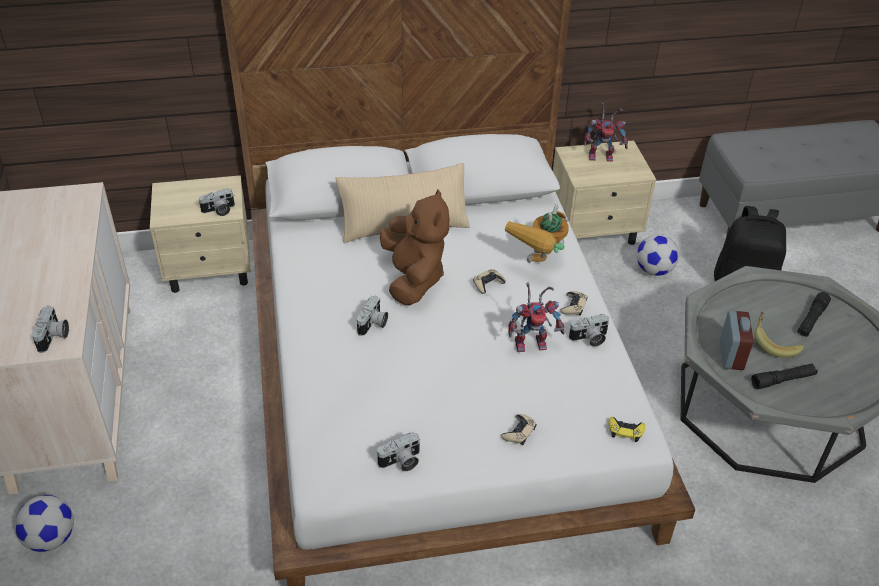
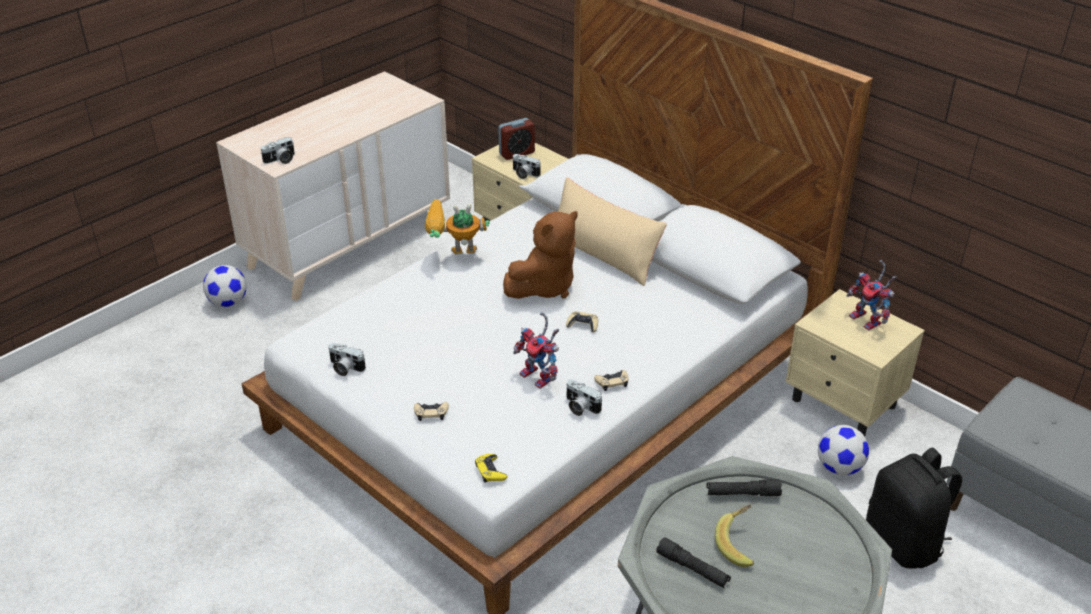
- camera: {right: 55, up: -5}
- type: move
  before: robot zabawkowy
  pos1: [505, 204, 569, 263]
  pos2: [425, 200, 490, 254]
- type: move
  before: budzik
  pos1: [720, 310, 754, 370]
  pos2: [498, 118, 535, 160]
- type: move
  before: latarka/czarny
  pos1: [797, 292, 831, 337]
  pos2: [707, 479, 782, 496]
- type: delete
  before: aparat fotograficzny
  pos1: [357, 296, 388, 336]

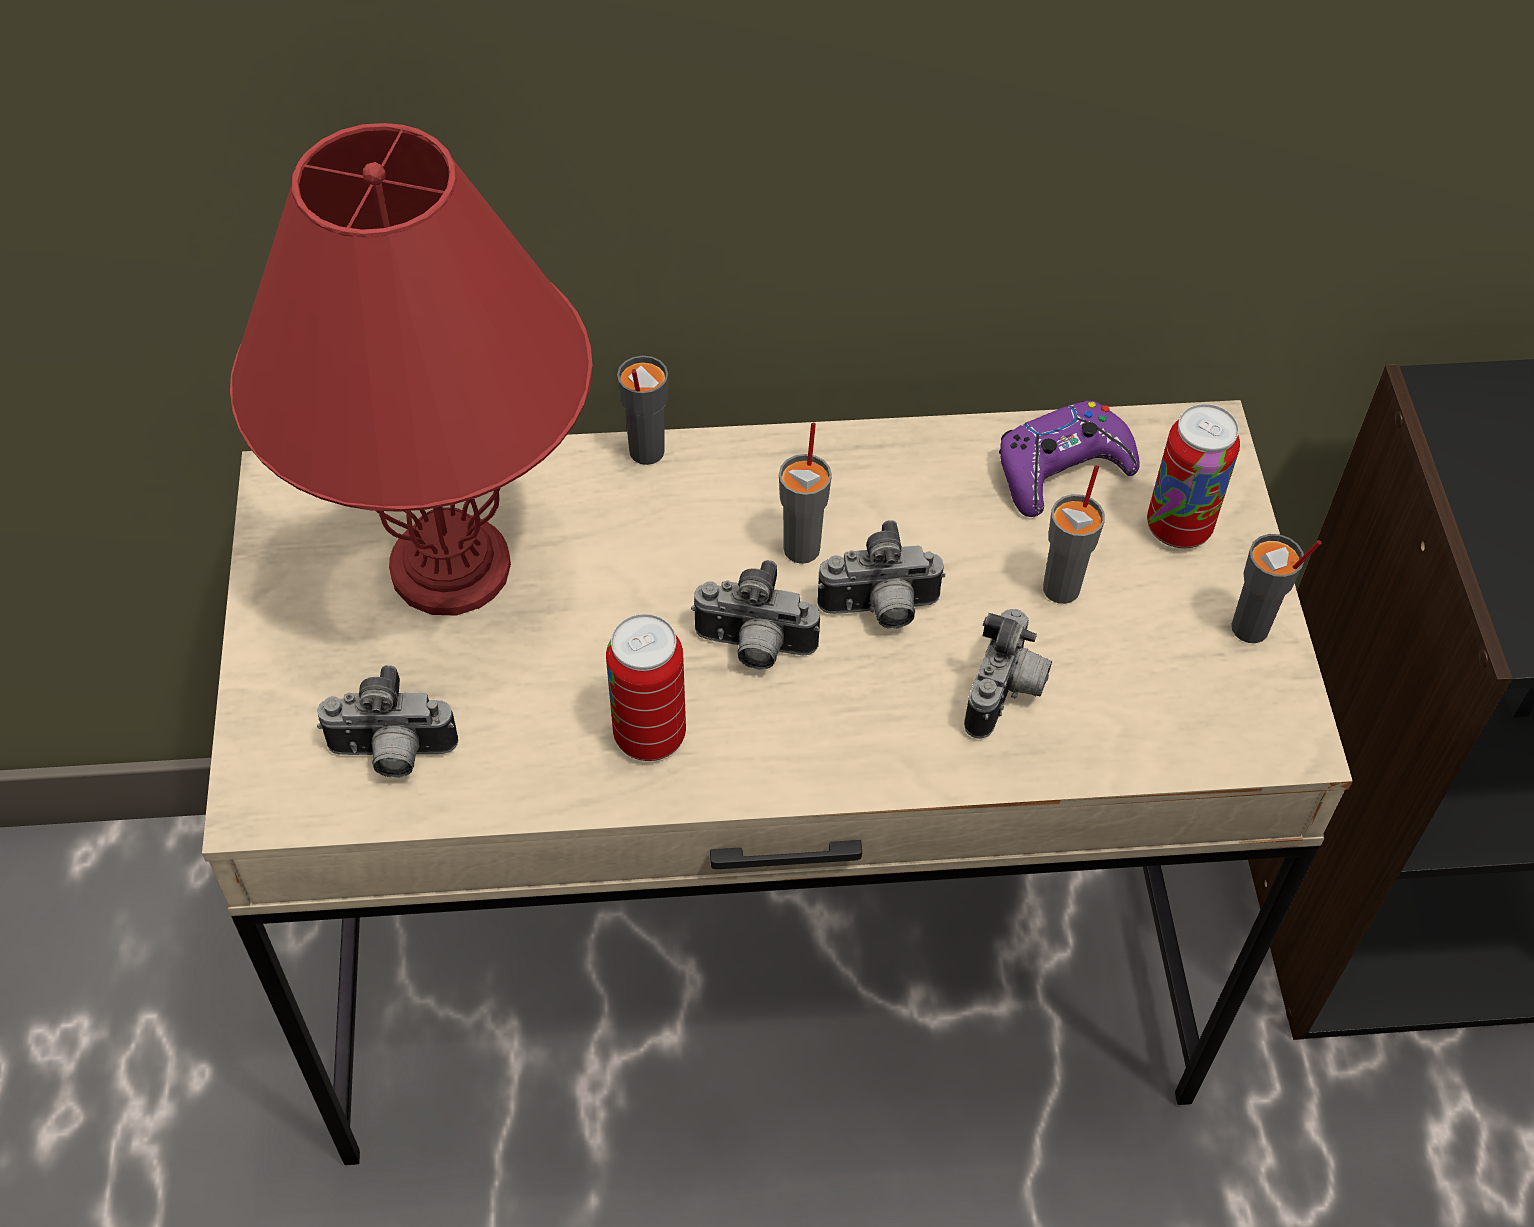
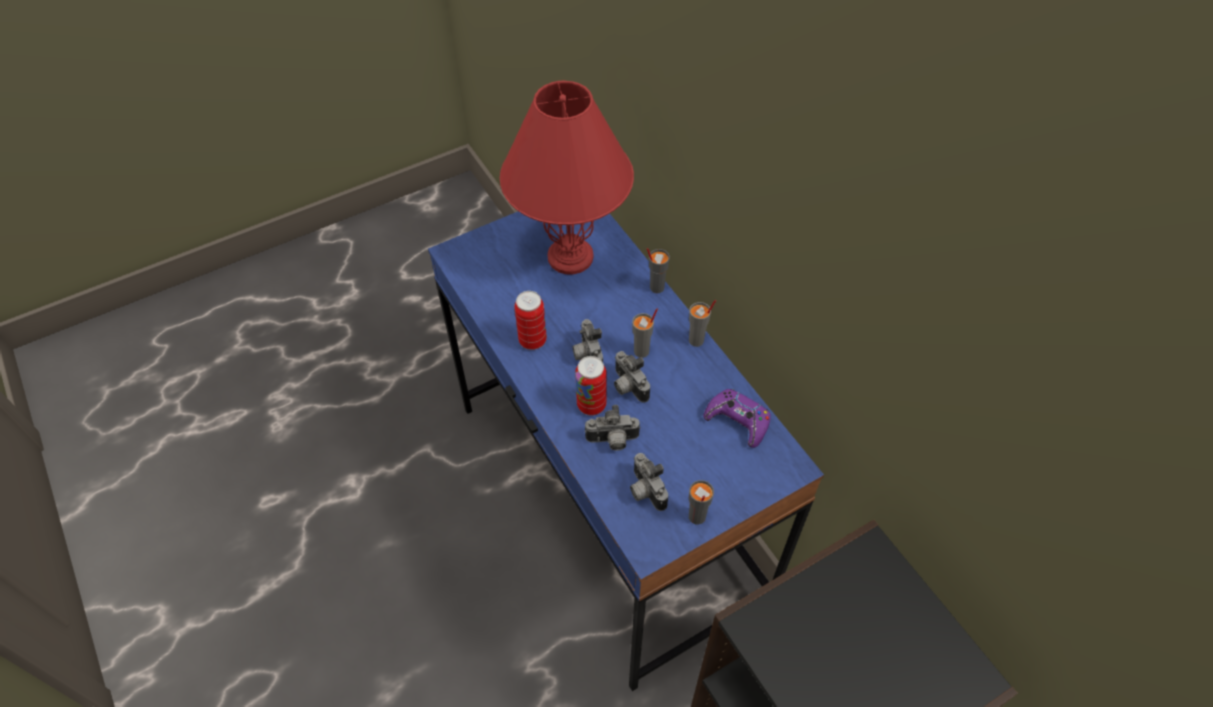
- camera: {right: 65, up: 0}
- type: recolor
  before: biurko/beżowy
  after: biurko/niebieski
  pos1: [202, 400, 1353, 1165]
  pos2: [428, 211, 824, 691]
- type: move
  before: puszka
  pos1: [1147, 404, 1240, 548]
  pos2: [575, 356, 606, 415]
- type: move
  before: aparat fotograficzny
  pos1: [317, 665, 458, 778]
  pos2: [630, 453, 668, 511]
- type: move
  before: filiżanka/szary
  pos1: [1043, 465, 1105, 604]
  pos2: [689, 300, 716, 347]

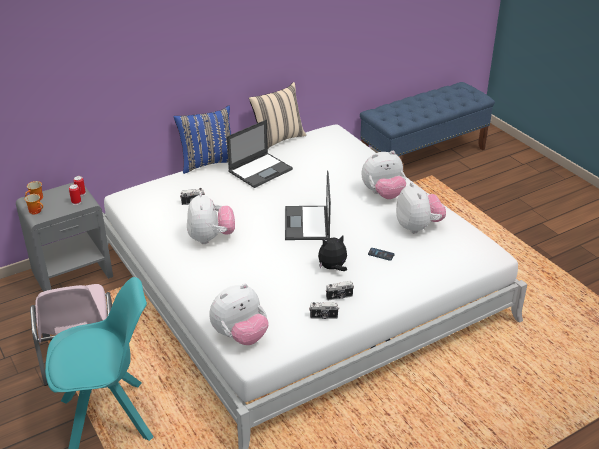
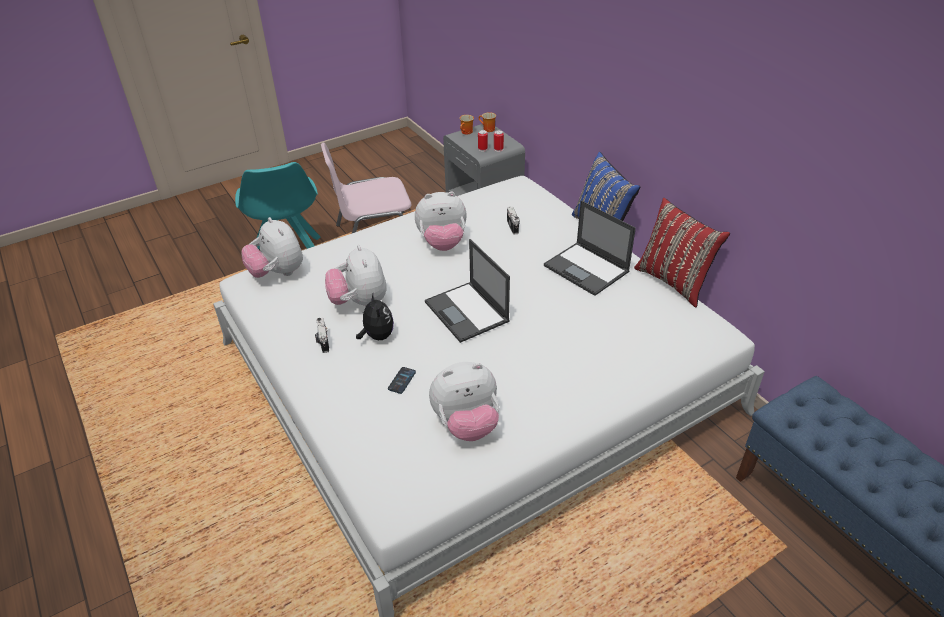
- camera: {right: 90, up: 5}
- type: move
  before: pluszak
  pos1: [362, 151, 406, 199]
  pos2: [325, 245, 387, 307]
- type: rotate
  before: laptop
  pos1: [285, 171, 331, 240]
  pos2: [425, 239, 510, 343]
  turn: -120
- type: recolor
  before: poduszka/beżowy
  after: poduszka/czerwony
  pos1: [249, 82, 306, 148]
  pos2: [634, 198, 730, 307]
- type: delete
  before: aparat fotograficzny
  pos1: [309, 302, 339, 319]

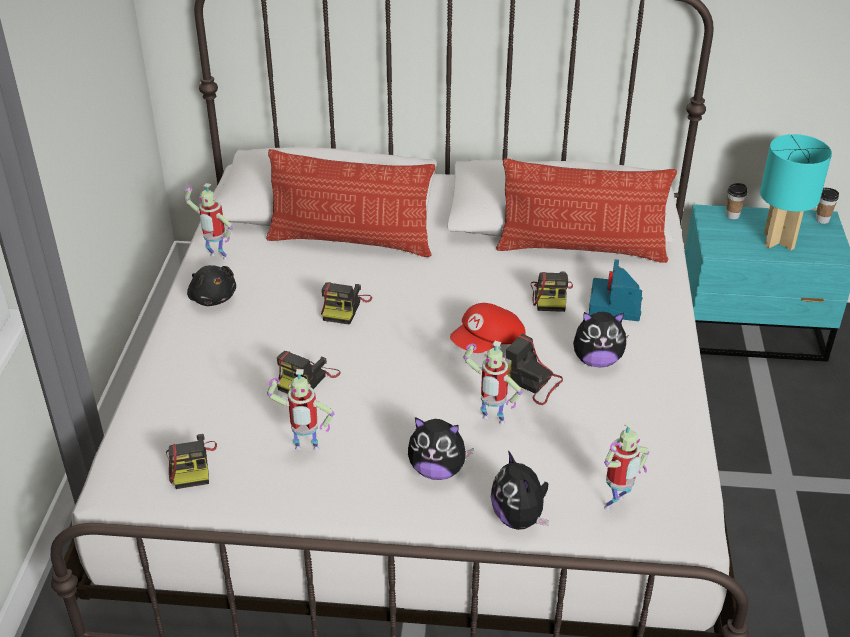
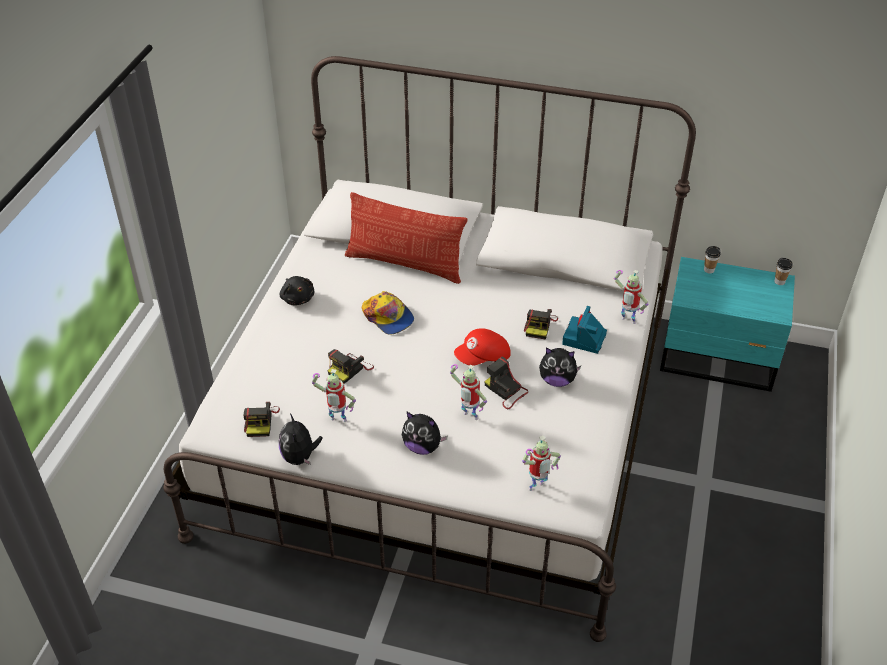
- camera: {right: 10, up: 5}
- type: move
  before: pluszak
  pos1: [491, 450, 549, 530]
  pos2: [279, 413, 323, 465]
- type: replace
  before: aparat fotograficzny
  after: czapka z daszkiem
  pos1: [321, 282, 372, 325]
  pos2: [362, 291, 414, 334]
- type: move
  before: robot zabawkowy
  pos1: [184, 183, 233, 260]
  pos2: [614, 270, 649, 324]
- type: delete
  before: poduszka
  pos1: [496, 158, 677, 263]
- type: delete
  before: lampa stołowa/turkusowy
  pos1: [760, 134, 832, 250]

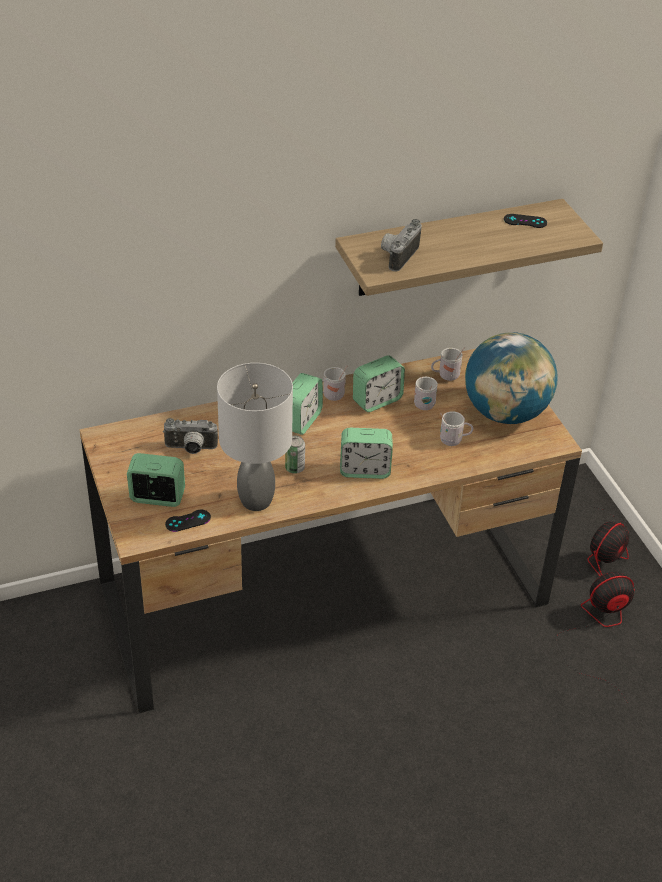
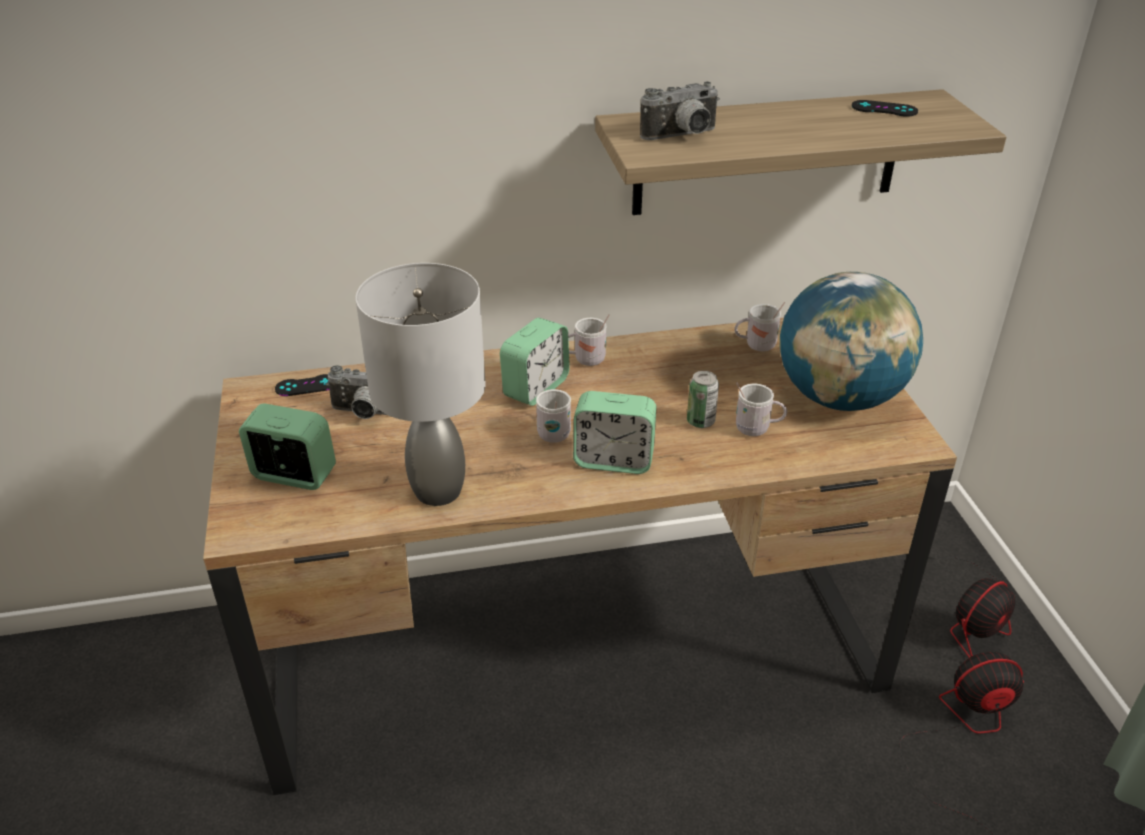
- camera: {right: 10, up: -5}
- type: move
  before: pad do gier/czarny
  pos1: [165, 509, 211, 532]
  pos2: [275, 374, 329, 396]
- type: move
  before: kubek/biały
  pos1: [414, 377, 438, 410]
  pos2: [536, 389, 571, 443]
- type: rotate
  before: aparat fotograficzny
  pos1: [381, 219, 422, 271]
  pos2: [640, 81, 720, 140]
  turn: -150
- type: move
  before: puszka
  pos1: [285, 435, 305, 474]
  pos2: [687, 371, 719, 428]
- type: delete
  before: budzik
  pos1: [353, 355, 405, 412]

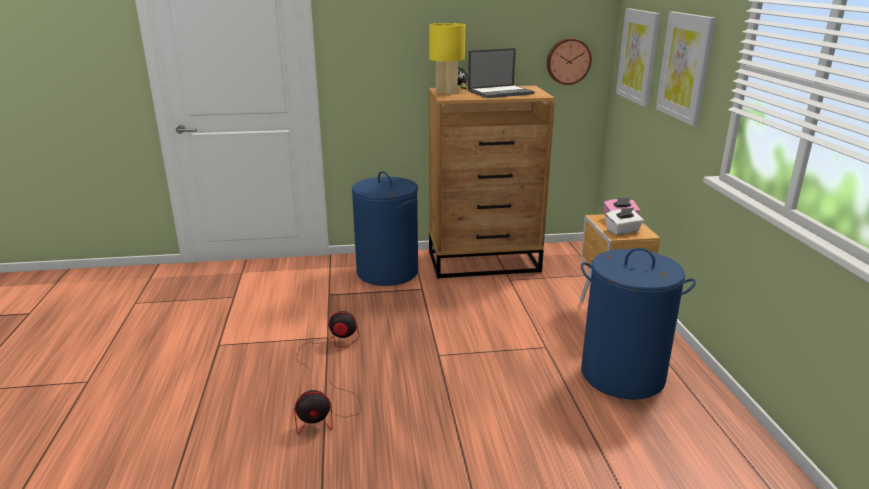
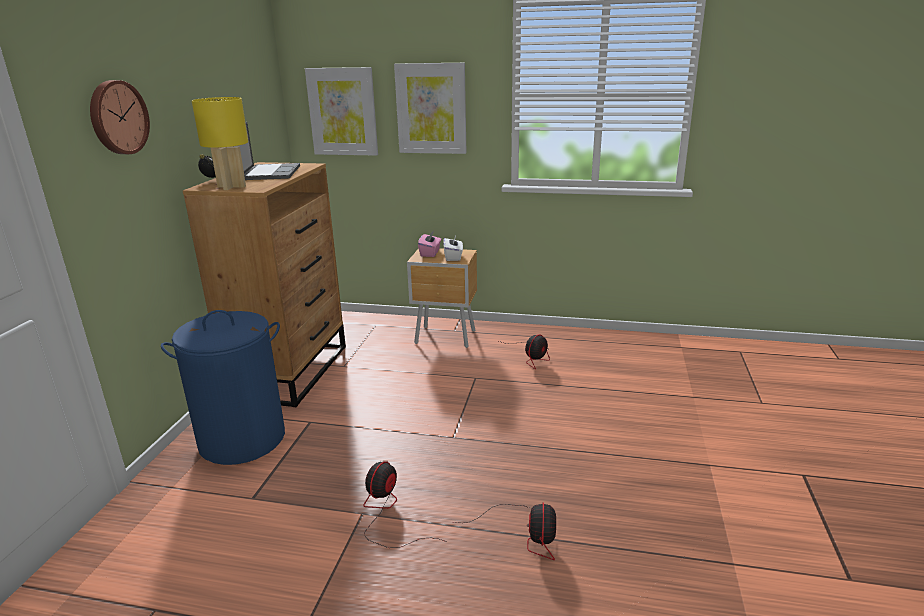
- camera: {right: -70, up: 0}
- type: move
  before: zegar ścienny
  pos1: [547, 38, 592, 85]
  pos2: [90, 80, 150, 154]
- type: replace
  before: kosz na pranie/niebieski
  after: wentylator
  pos1: [581, 248, 696, 399]
  pos2: [499, 334, 550, 370]

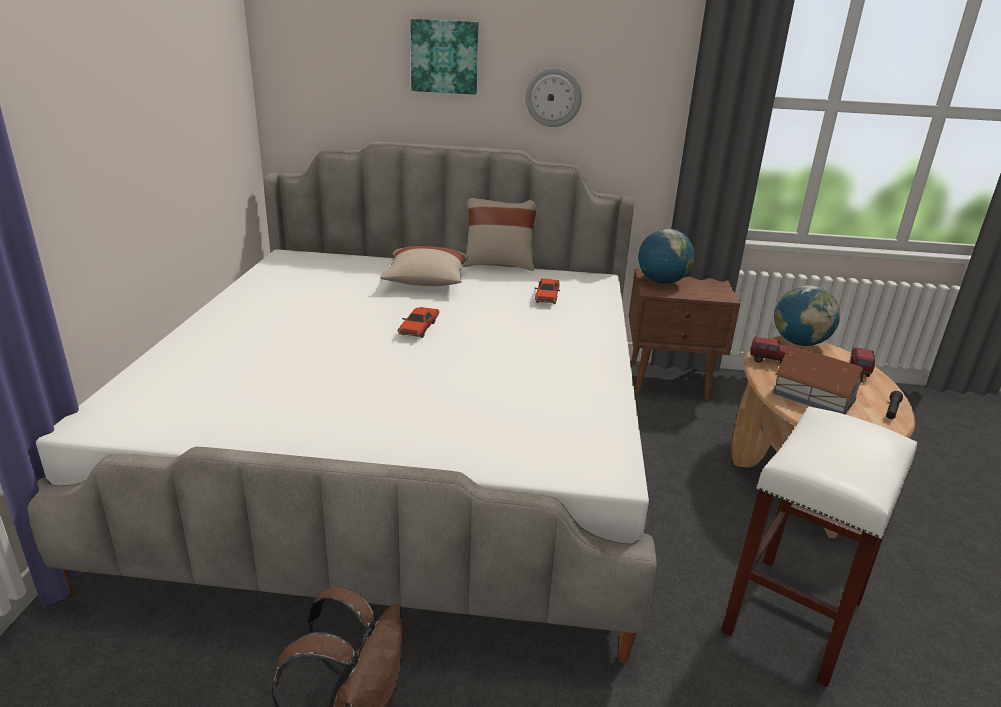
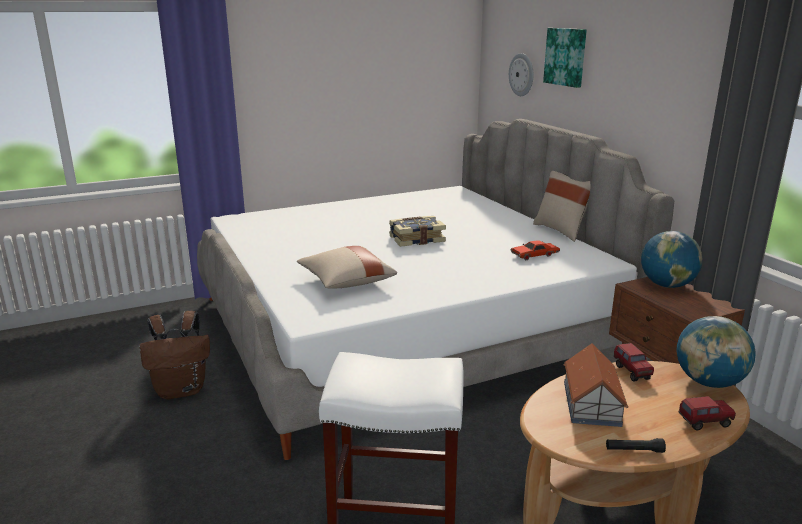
- camera: {right: 60, up: -5}
- type: move
  before: poduszka/beżowy
  pos1: [380, 246, 469, 286]
  pos2: [297, 246, 397, 289]
- type: replace
  before: samochodzik/czerwony
  after: książka
  pos1: [397, 307, 439, 338]
  pos2: [389, 216, 446, 247]
- type: move
  before: zegar ścienny
  pos1: [525, 67, 582, 127]
  pos2: [509, 53, 534, 96]

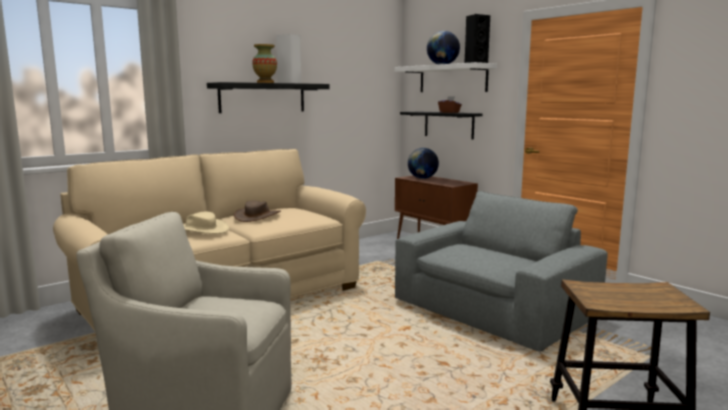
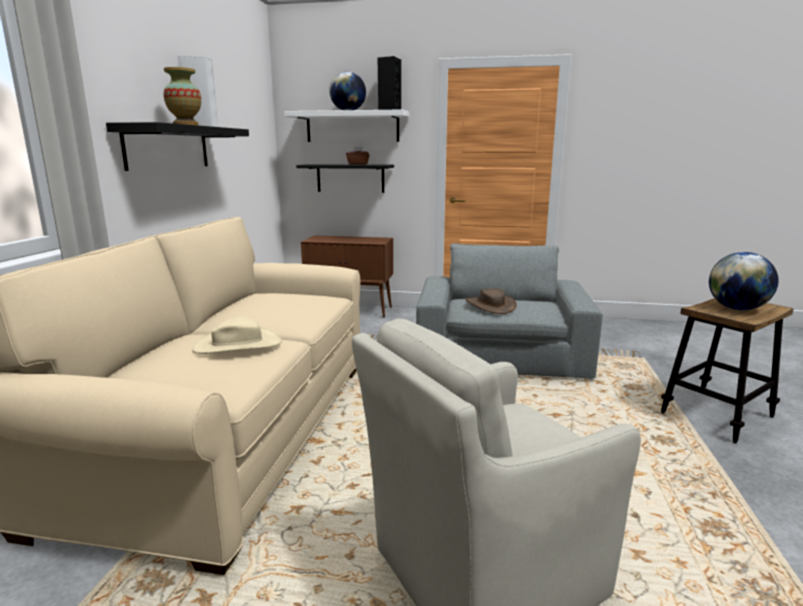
- camera: {right: -40, up: 5}
- type: move
  before: kapelusz/brązowy
  pos1: [234, 200, 281, 222]
  pos2: [465, 288, 517, 314]
- type: move
  before: globus
  pos1: [408, 148, 439, 179]
  pos2: [709, 252, 778, 310]

